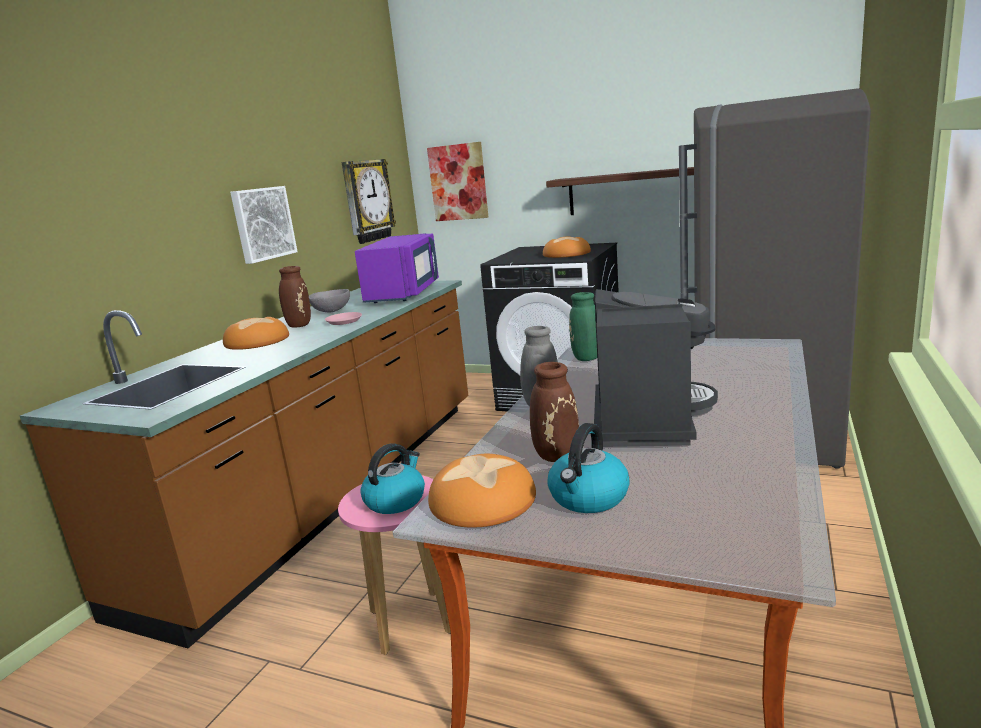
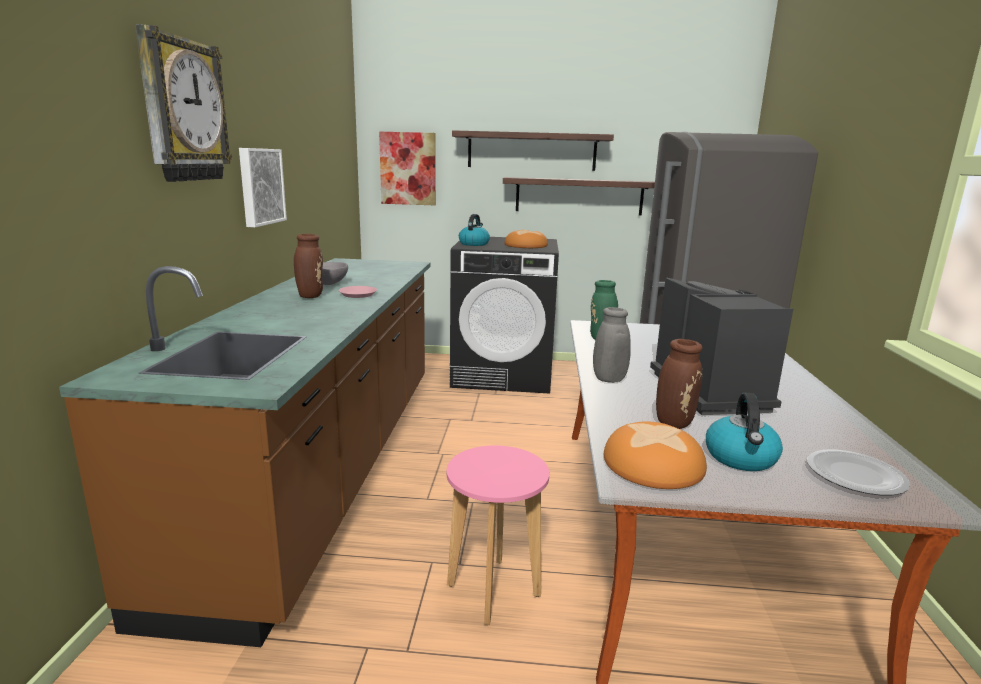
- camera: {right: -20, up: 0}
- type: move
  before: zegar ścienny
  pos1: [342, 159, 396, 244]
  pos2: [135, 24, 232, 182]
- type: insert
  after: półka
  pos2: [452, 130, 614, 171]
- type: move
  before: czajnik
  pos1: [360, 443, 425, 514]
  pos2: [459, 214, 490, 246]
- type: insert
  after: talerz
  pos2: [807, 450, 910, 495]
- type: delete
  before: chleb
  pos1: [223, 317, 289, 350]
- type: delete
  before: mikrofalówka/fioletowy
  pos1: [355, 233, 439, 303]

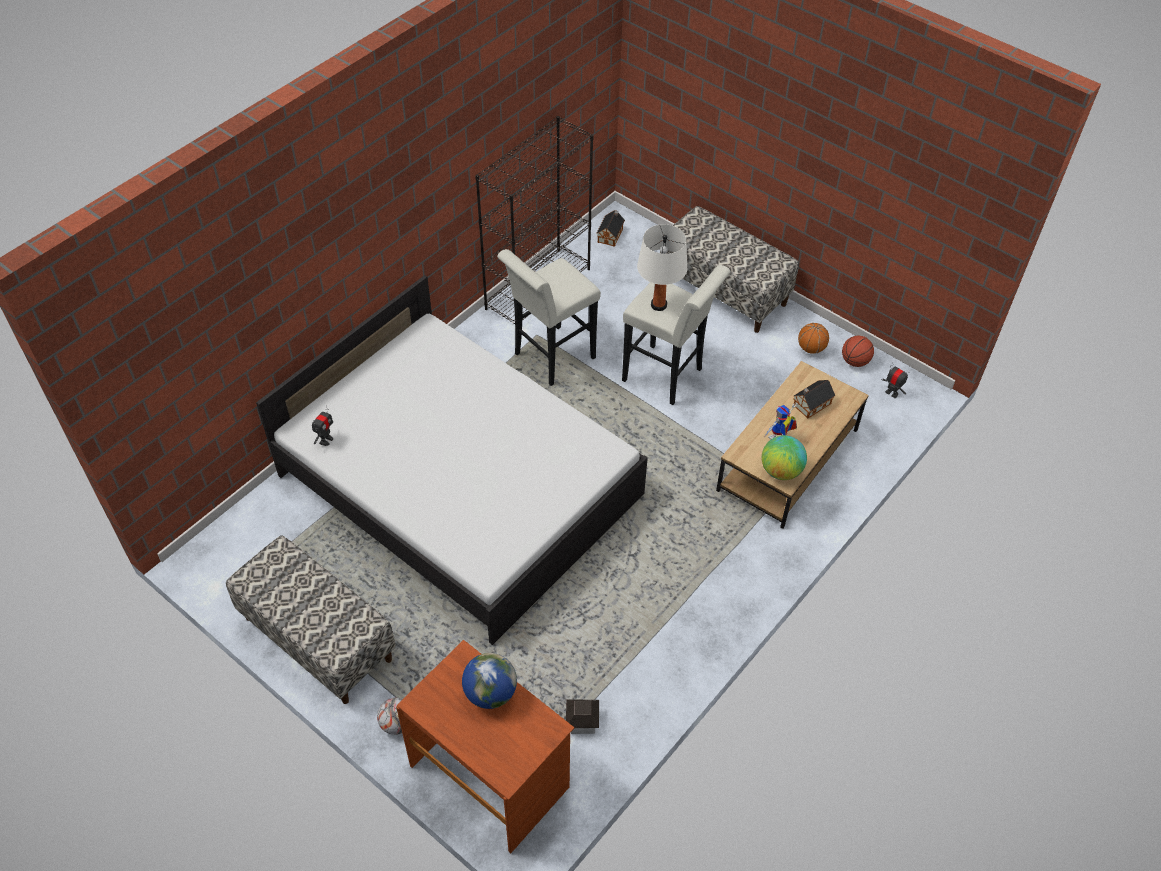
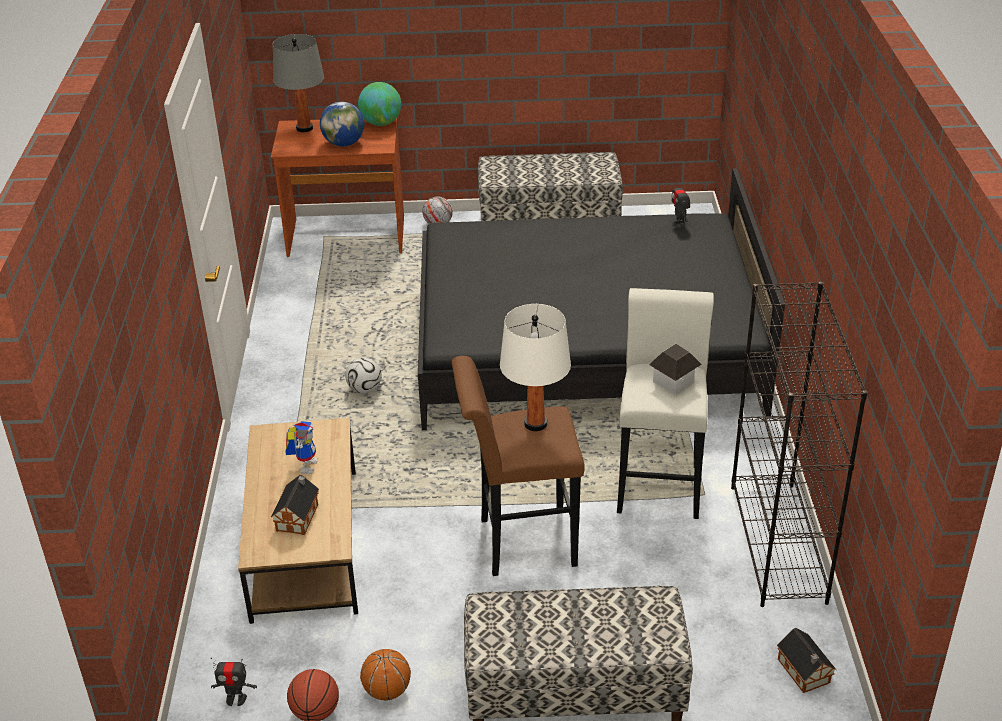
- camera: {right: 140, up: -15}
- type: insert
  after: lampa stołowa/szary
  pos2: [273, 34, 324, 132]
- type: insert
  after: piłka futbolowa
  pos2: [345, 357, 382, 393]
- type: move
  before: globus
  pos1: [762, 435, 807, 480]
  pos2: [358, 82, 401, 126]
- type: recolor
  before: łóżko/biały
  after: łóżko/czarny
  pos1: [256, 275, 648, 645]
  pos2: [418, 168, 785, 430]
- type: recolor
  before: stołek/biały
  after: stołek/brązowy
  pos1: [622, 265, 730, 405]
  pos2: [452, 356, 585, 576]
- type: move
  before: domek
  pos1: [566, 699, 599, 734]
  pos2: [649, 344, 702, 395]

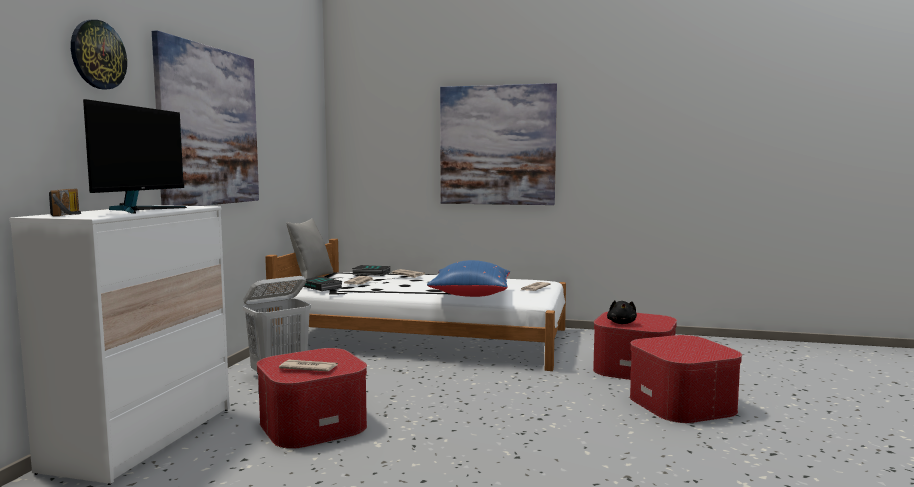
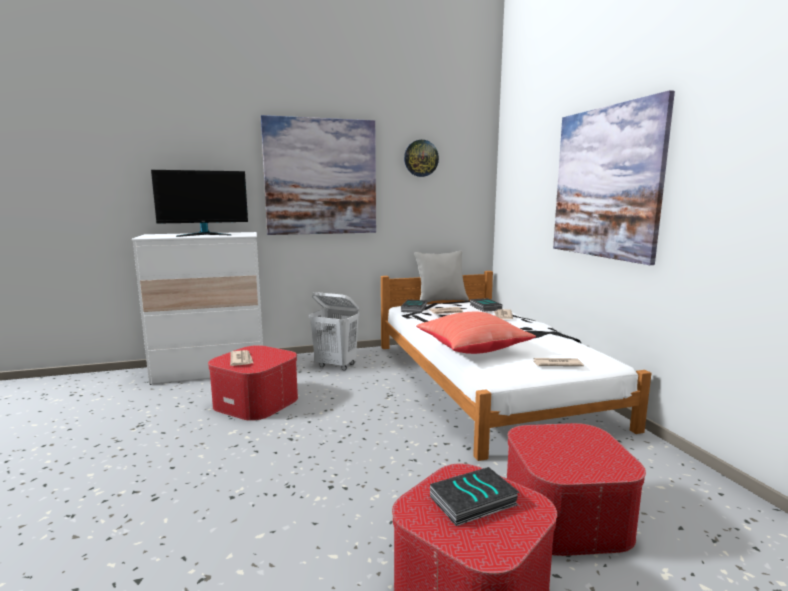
- camera: {right: 60, up: 5}
- type: move
  before: zegar ścienny
  pos1: [71, 20, 127, 90]
  pos2: [404, 140, 439, 177]
- type: recolor
  before: poduszka/niebieski
  after: poduszka/czerwony
  pos1: [427, 260, 510, 297]
  pos2: [416, 312, 536, 354]
- type: insert
  after: książka
  pos2: [430, 467, 520, 526]
- type: delete
  before: radio
  pos1: [49, 189, 81, 216]
- type: delete
  before: pluszak/czarny
  pos1: [607, 300, 637, 324]

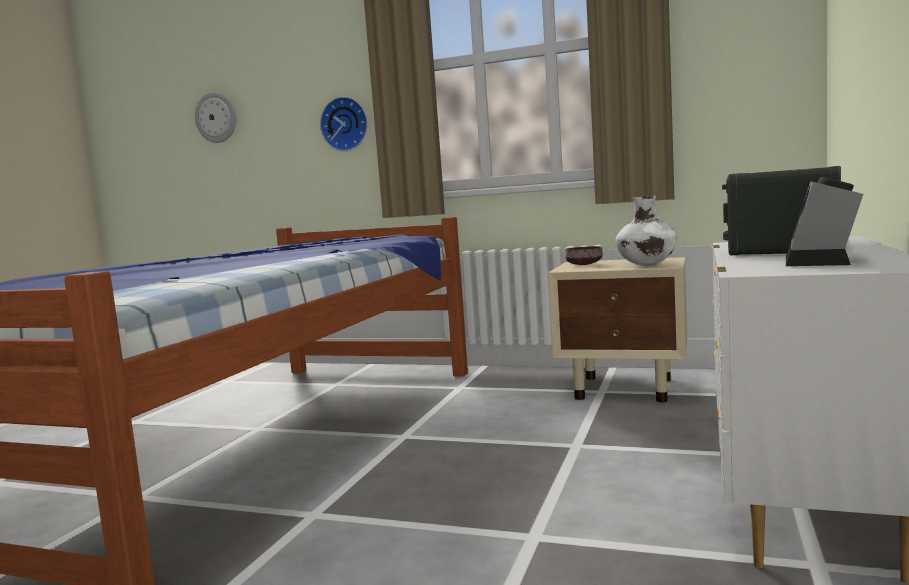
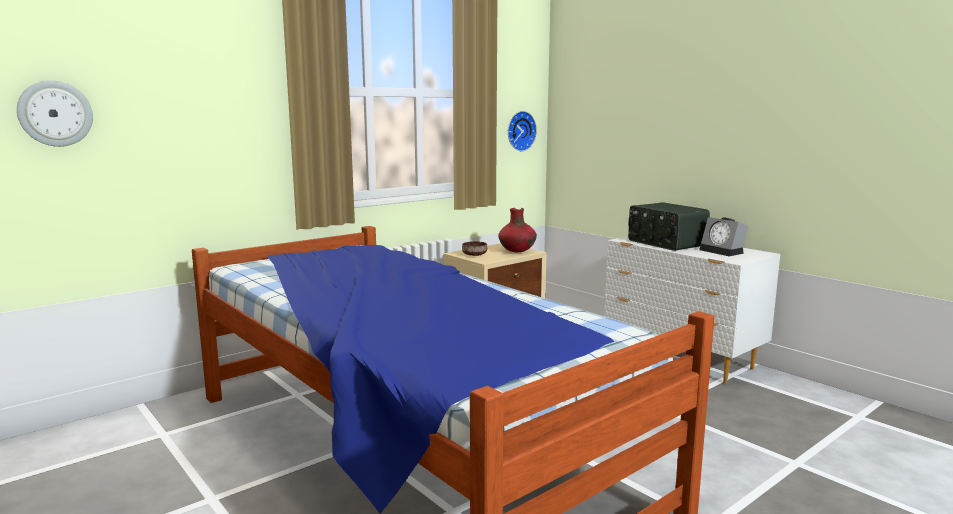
- camera: {right: -60, up: 5}
- type: recolor
  before: wazon/biały
  after: wazon/czerwony
  pos1: [616, 196, 678, 266]
  pos2: [498, 208, 537, 252]
- type: move
  before: zegar ścienny
  pos1: [320, 97, 368, 151]
  pos2: [508, 111, 537, 151]

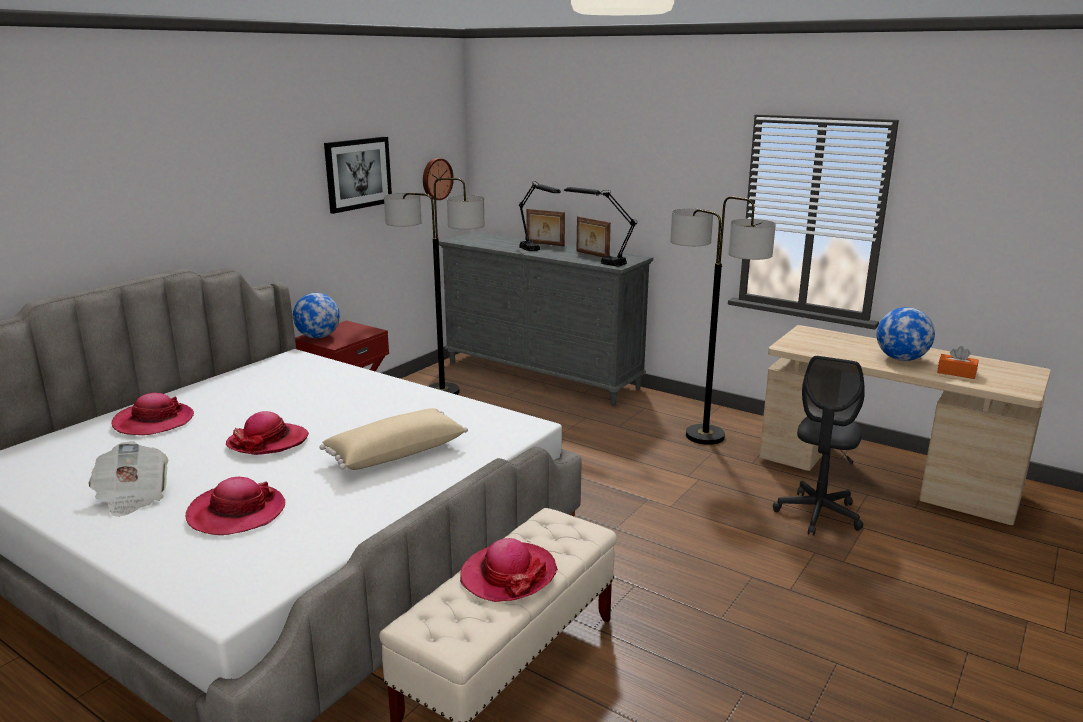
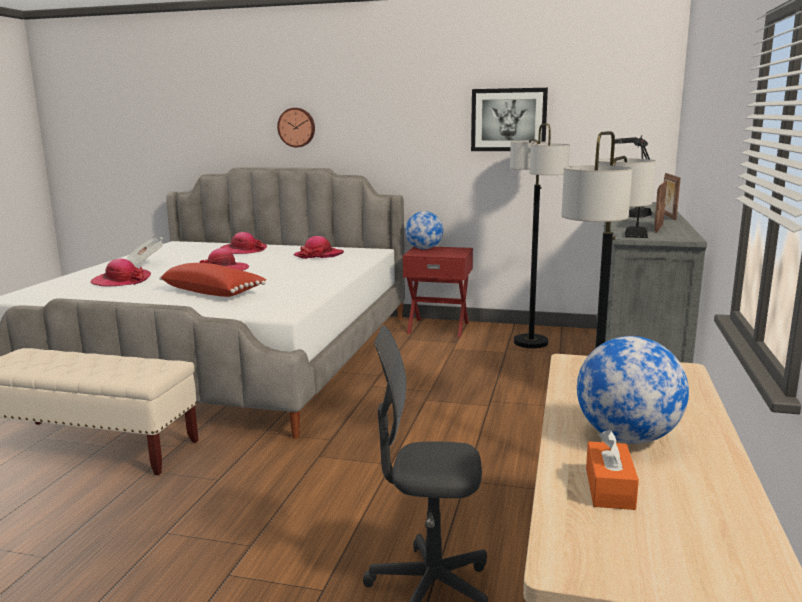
- camera: {right: 70, up: -5}
- type: recolor
  before: poduszka/beżowy
  after: poduszka/czerwony
  pos1: [320, 408, 468, 470]
  pos2: [160, 263, 266, 297]
- type: move
  before: zegar ścienny
  pos1: [423, 158, 454, 200]
  pos2: [277, 108, 315, 147]
- type: move
  before: kapelusz
  pos1: [460, 538, 558, 602]
  pos2: [293, 236, 344, 259]

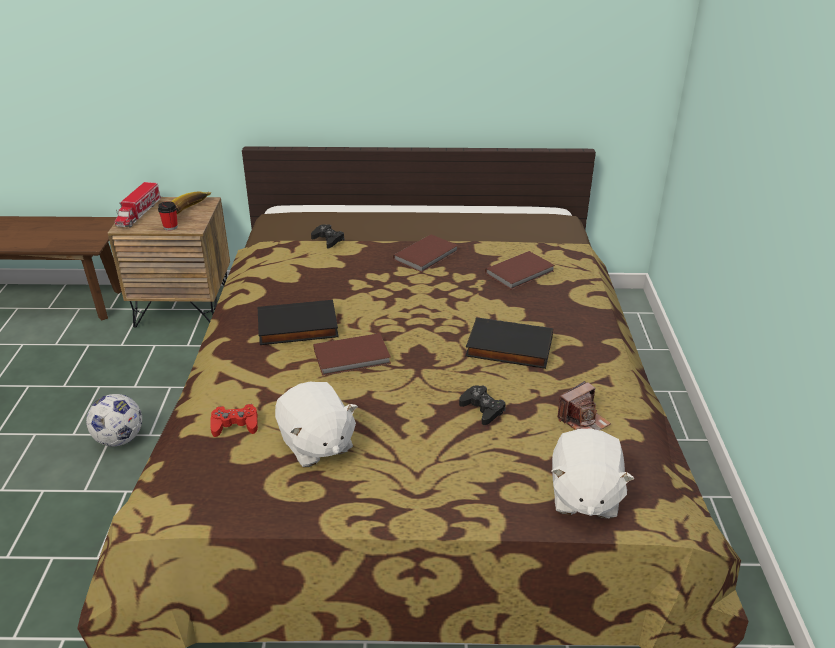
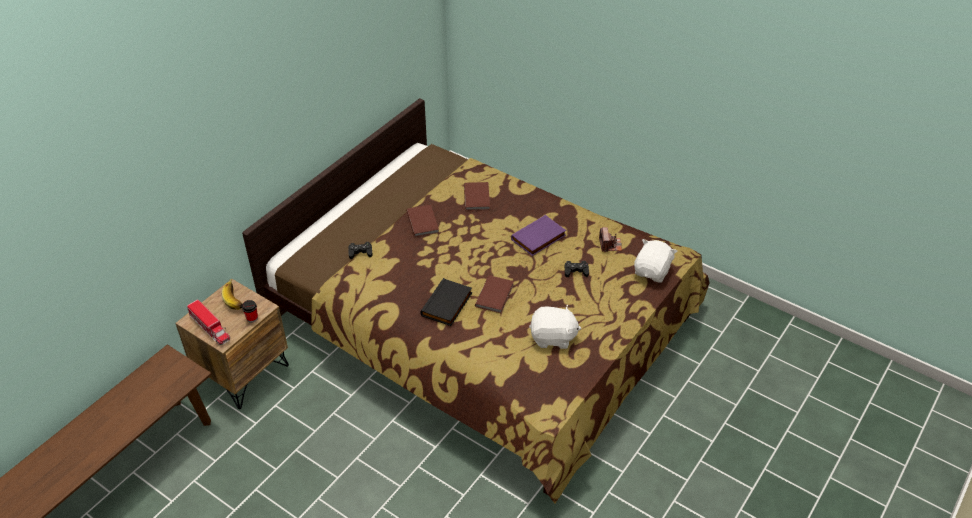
- camera: {right: -55, up: 10}
- type: recolor
  before: książka/czarny
  after: książka/fioletowy
  pos1: [465, 317, 553, 369]
  pos2: [511, 215, 566, 256]
- type: rotate
  before: pluszak/biały
  pos1: [552, 429, 634, 519]
  pos2: [634, 239, 677, 283]
  turn: -105
- type: delete
  before: piłka futbolowa
  pos1: [86, 394, 142, 447]
- type: delete
  before: pad do gier/czerwony
  pos1: [210, 404, 258, 437]

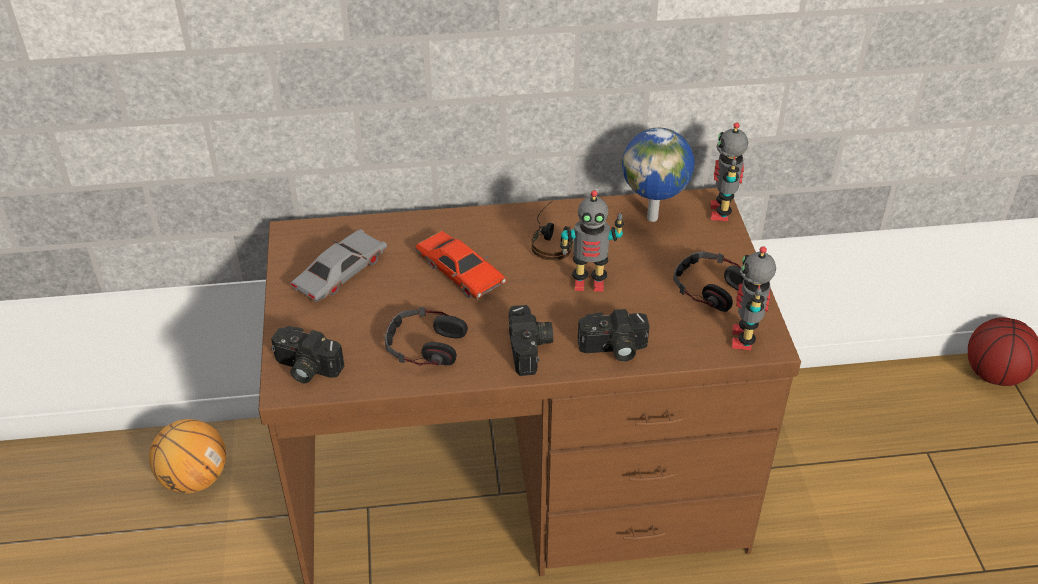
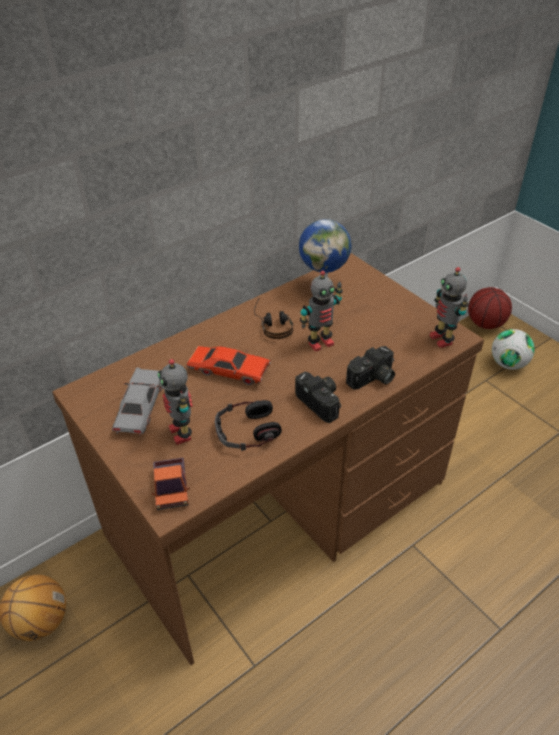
- camera: {right: -30, up: 0}
- type: replace
  before: aparat fotograficzny
  after: ciężarówka zabawkowa
  pos1: [271, 326, 344, 383]
  pos2: [151, 458, 190, 510]
- type: move
  before: robot zabawkowy
  pos1: [710, 122, 748, 221]
  pos2: [158, 359, 193, 445]
- type: insert
  after: piłka futbolowa
  pos2: [492, 329, 535, 370]
- type: delete
  before: słuchawki
  pos1: [673, 251, 744, 312]

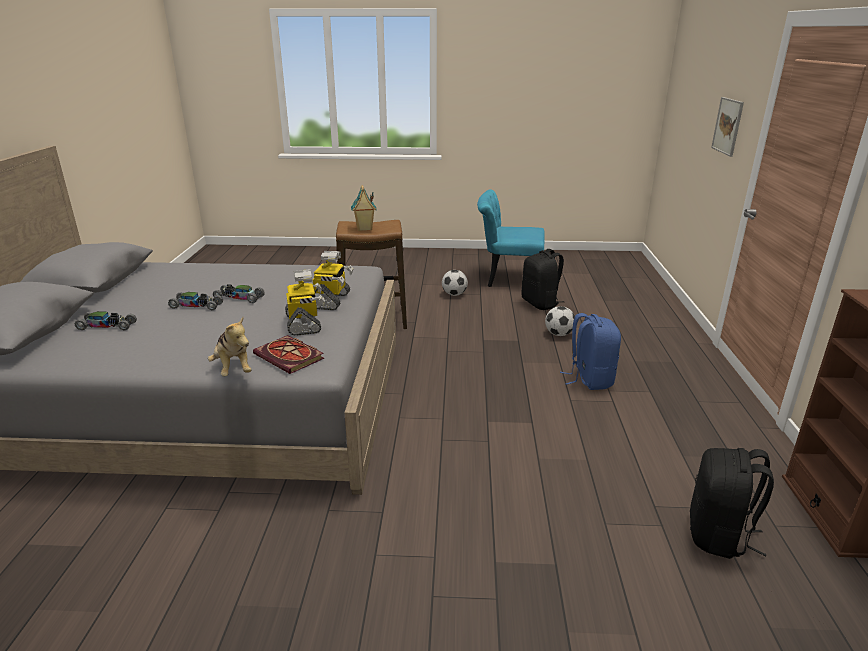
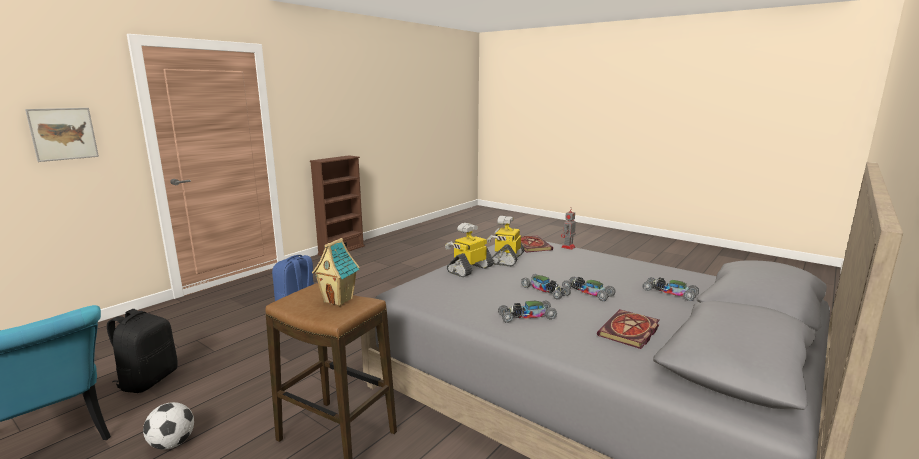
- camera: {right: -145, up: -10}
- type: insert
  after: samochodzik
  pos2: [498, 300, 557, 323]
- type: replace
  before: pluszak
  after: robot zabawkowy
  pos1: [208, 317, 252, 376]
  pos2: [561, 208, 576, 250]
- type: insert
  after: książka
  pos2: [597, 309, 660, 349]
- type: delete
  before: piłka futbolowa
  pos1: [545, 306, 575, 336]
- type: delete
  before: plecak/czarny
  pos1: [690, 448, 774, 559]

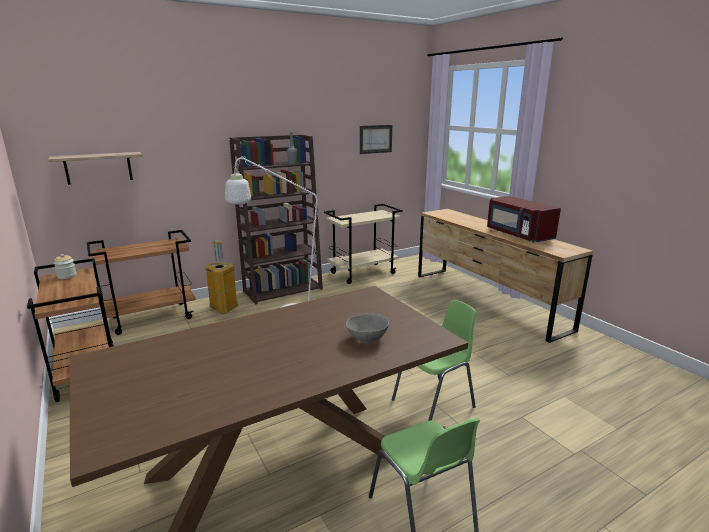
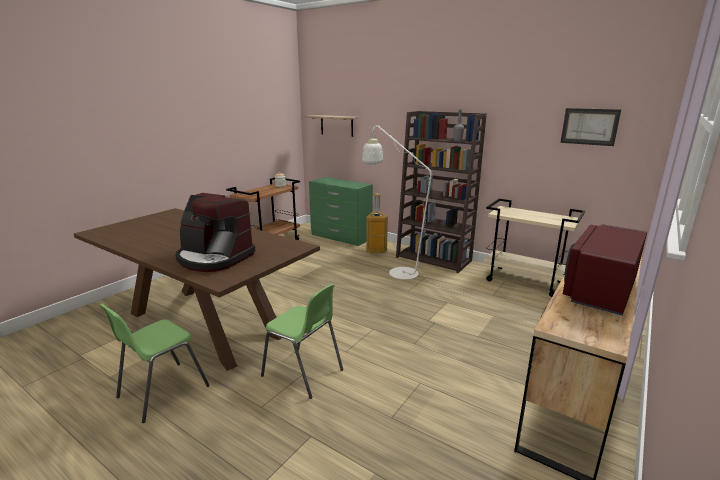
- camera: {right: 65, up: 0}
- type: replace
  before: miska/szary
  after: ekspres do kawy
  pos1: [346, 313, 389, 343]
  pos2: [175, 193, 255, 272]
- type: replace
  before: wózek/brązowy
  after: komoda/zielony
  pos1: [87, 230, 196, 335]
  pos2: [309, 177, 373, 246]

